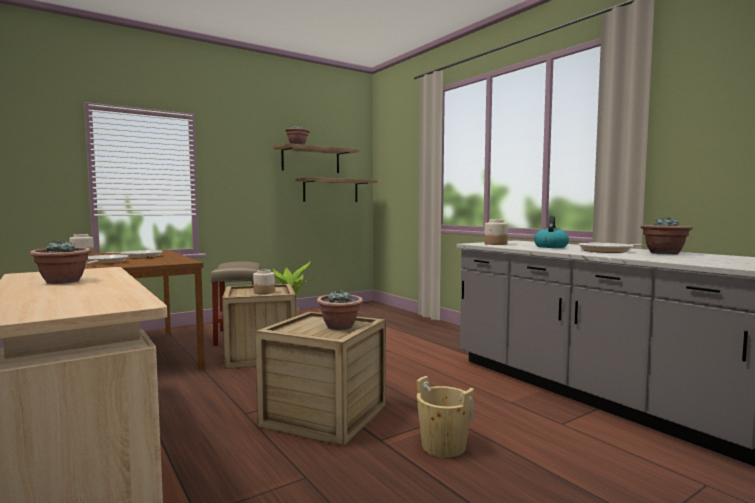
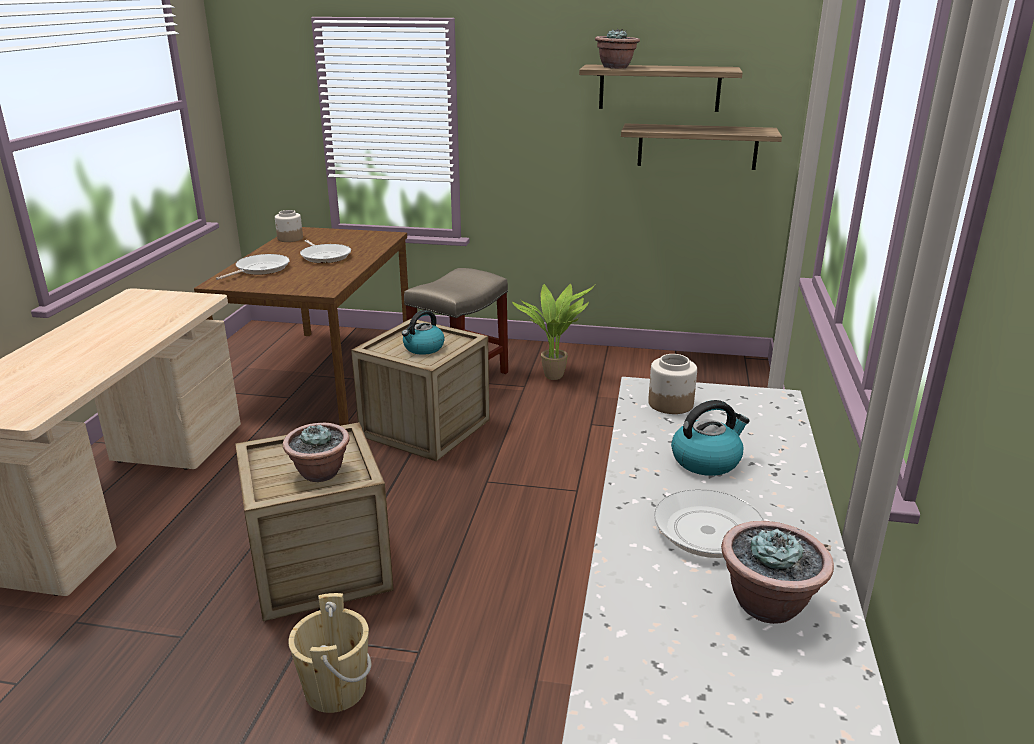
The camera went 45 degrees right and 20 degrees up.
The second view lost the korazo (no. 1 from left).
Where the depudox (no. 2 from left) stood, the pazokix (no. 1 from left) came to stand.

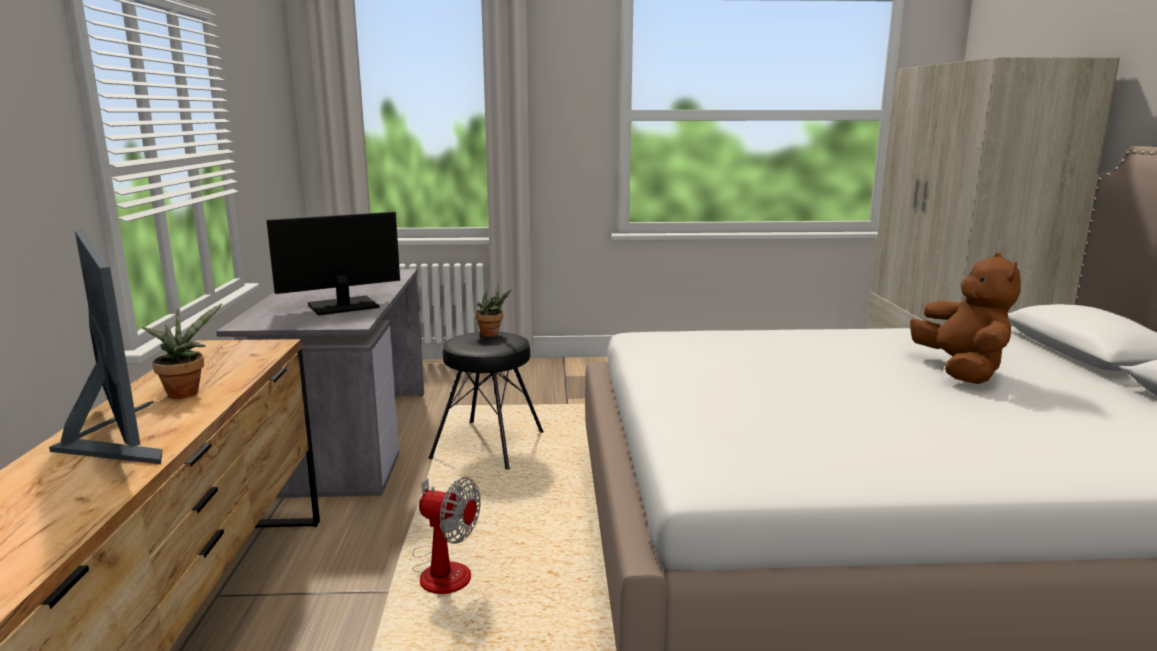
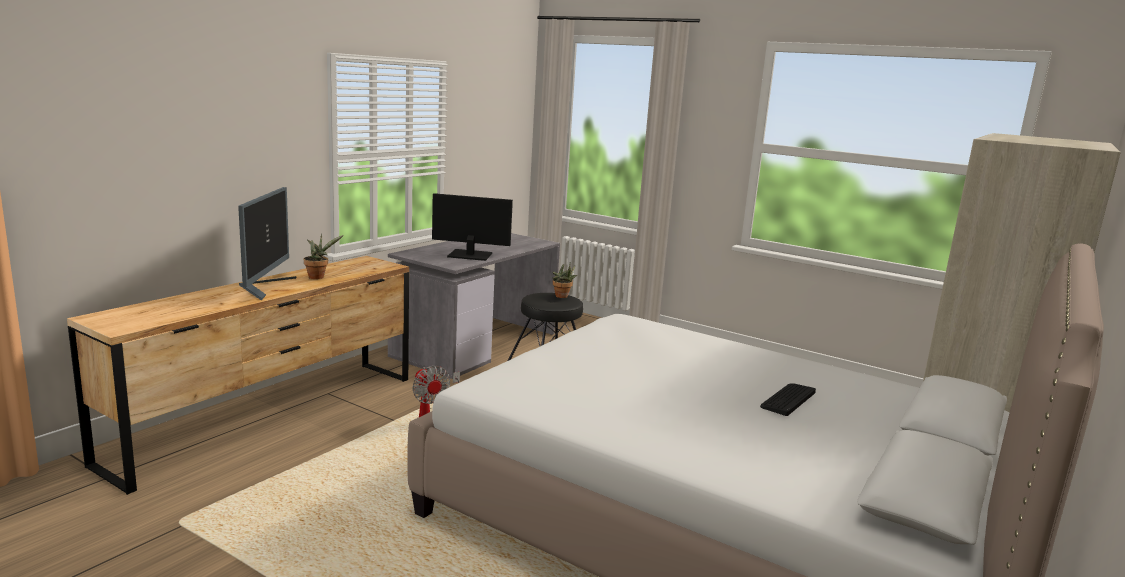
The camera went 35 degrees right and 0 degrees up.
Where the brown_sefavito stood, the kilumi came to stand.

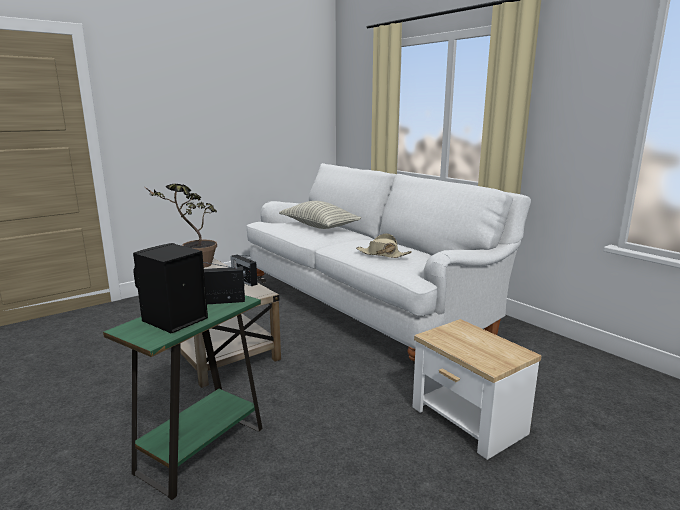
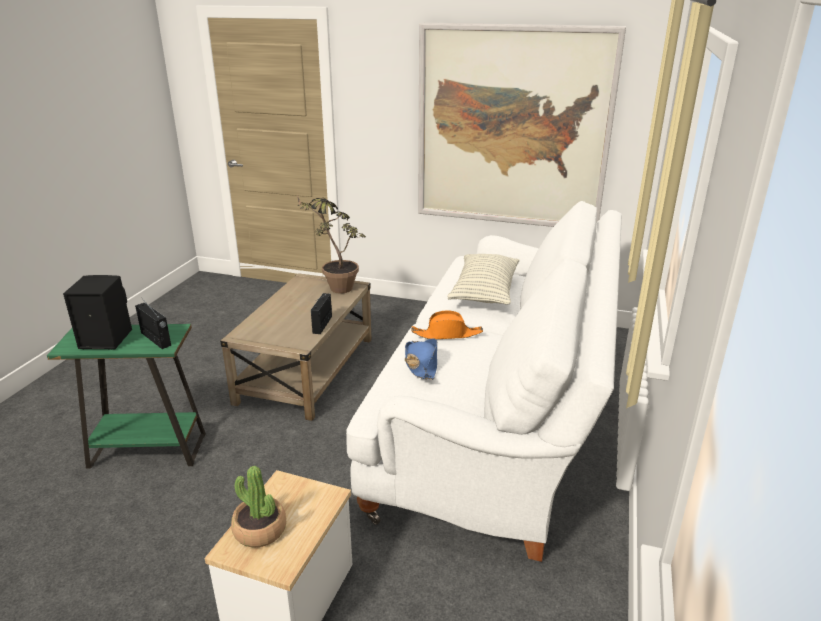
The camera went 55 degrees right and 10 degrees up.
The second view gained the korazo (no. 1 from left).
The second view gained the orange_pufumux.
The second view gained the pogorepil.
What was the beige_pufumux turned into the blue_pufumux.

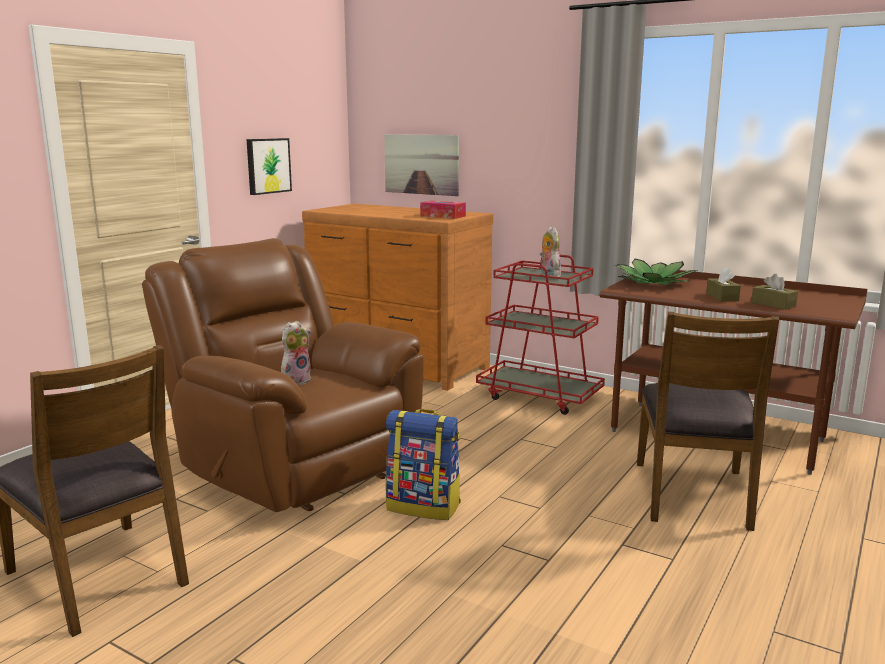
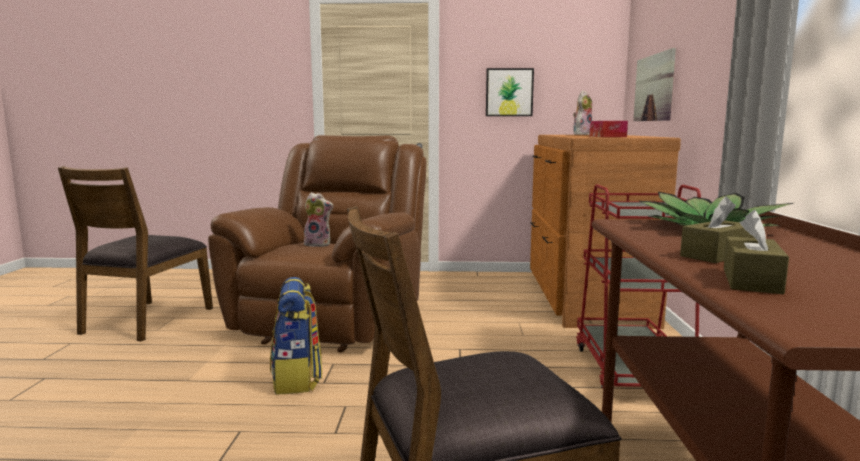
The camera went 60 degrees right and 5 degrees down.
The sefavito (no. 2 from left) ended up elsewhere.

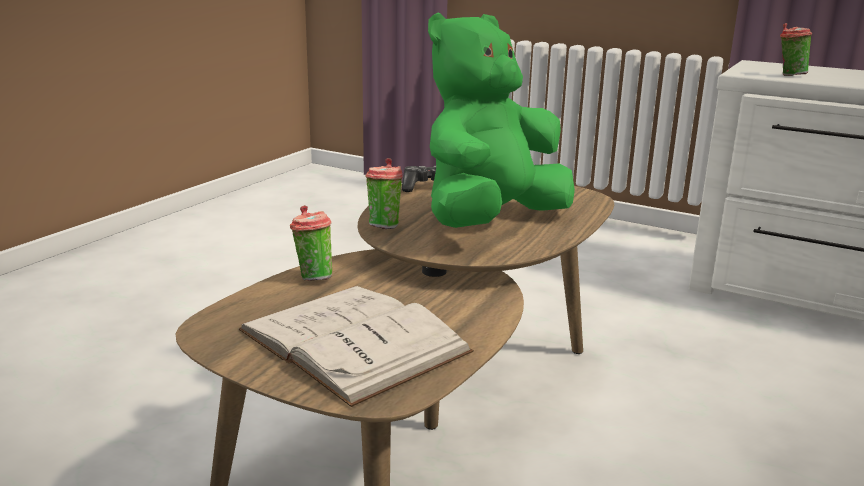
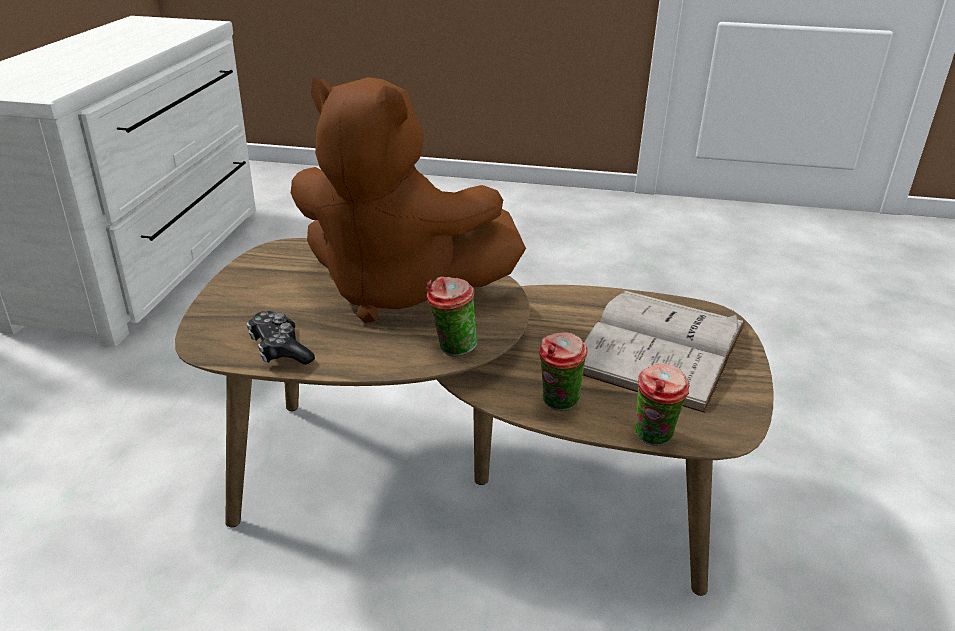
The camera went 110 degrees left and 10 degrees up.
The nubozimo (no. 3 from left) ended up elsewhere.
What was the green_sefavito turned into the brown_sefavito.

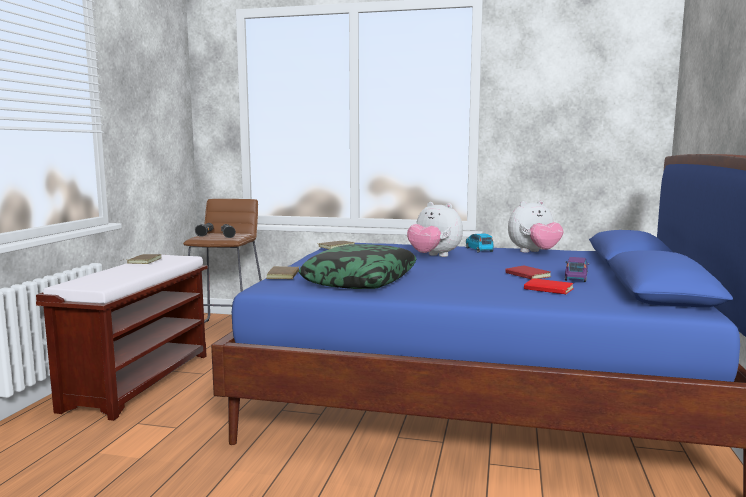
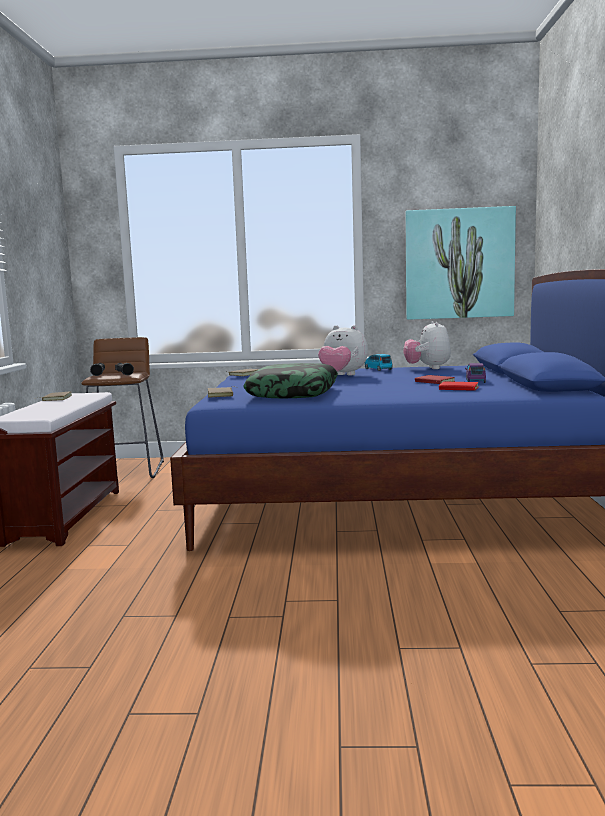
The camera went 10 degrees left and 0 degrees up.
The second view gained the pogorepil.
The sefavito (no. 2 from left) ended up facing another way, 120 degrees clockwise from before.

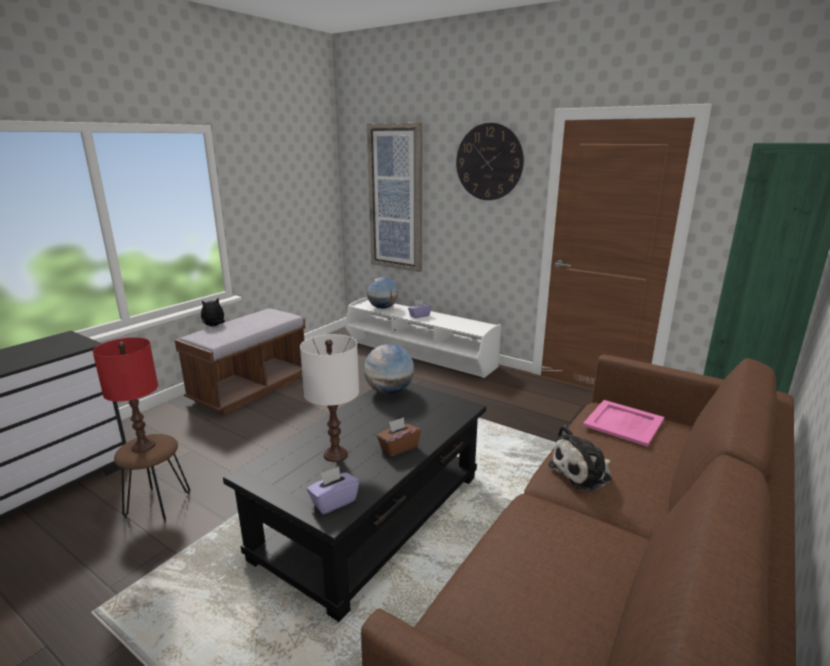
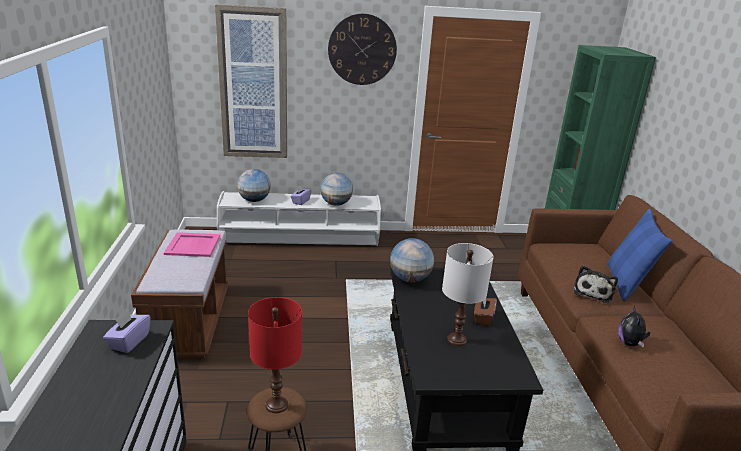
The camera went 40 degrees left and 5 degrees up.
The second view gained the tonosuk (no. 2 from left).
The second view gained the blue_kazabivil.
The sefavito (no. 1 from left in the first image) ended up elsewhere.
The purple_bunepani (no. 1 from left) ended up elsewhere.
The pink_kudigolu ended up elsewhere.

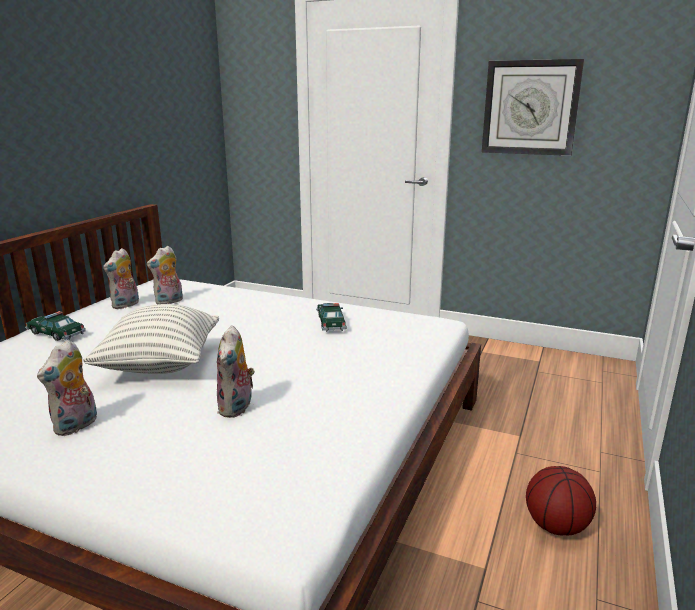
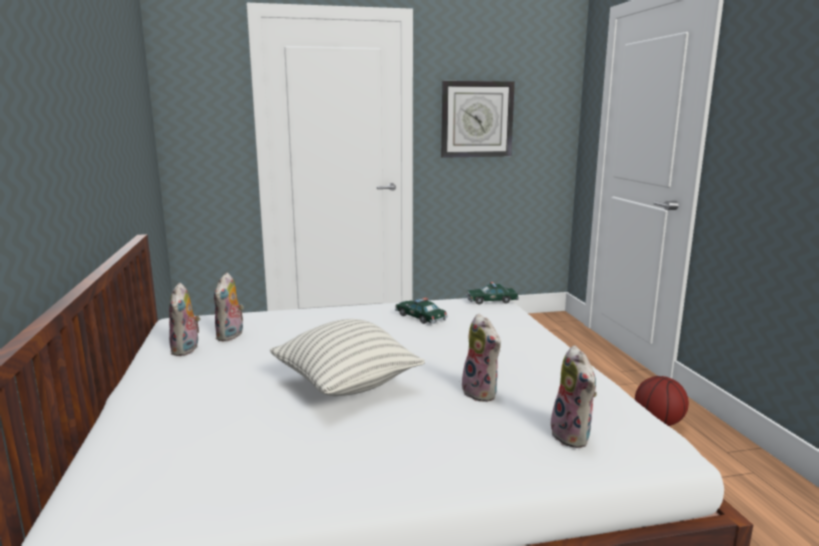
The camera went 35 degrees left and 5 degrees down.
The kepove (no. 1 from left in the first image) ended up elsewhere.
The sefavito (no. 1 from left in the first image) ended up elsewhere.

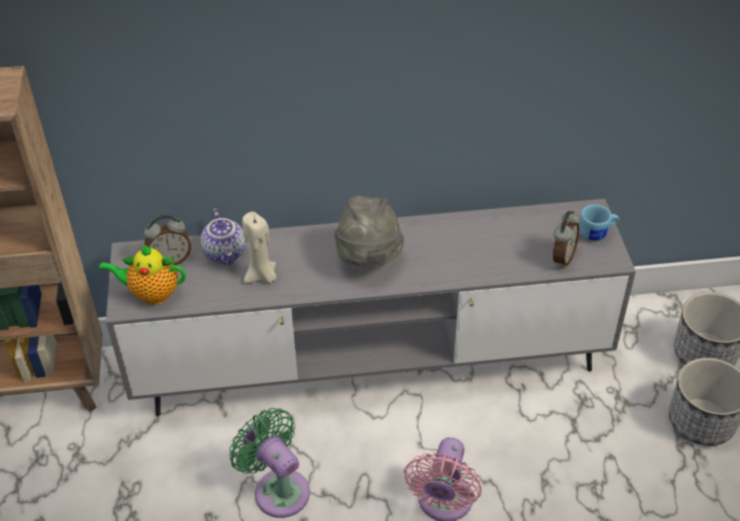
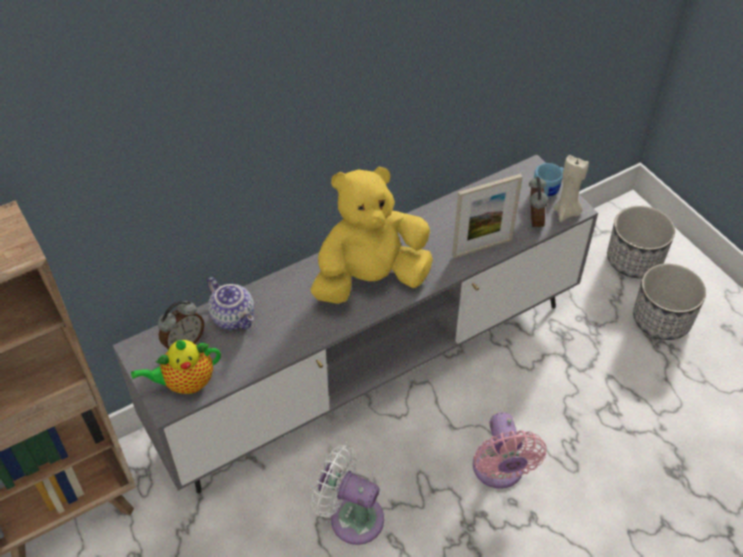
The camera went 25 degrees left and 5 degrees up.
The second view gained the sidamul.
The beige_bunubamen ended up elsewhere.
Where the grey_pufumux stood, the yellow_sefavito came to stand.
What was the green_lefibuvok turned into the white_lefibuvok.

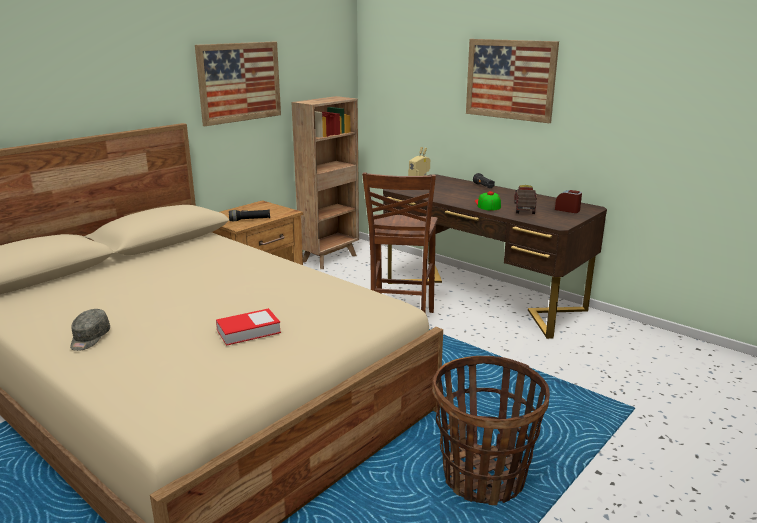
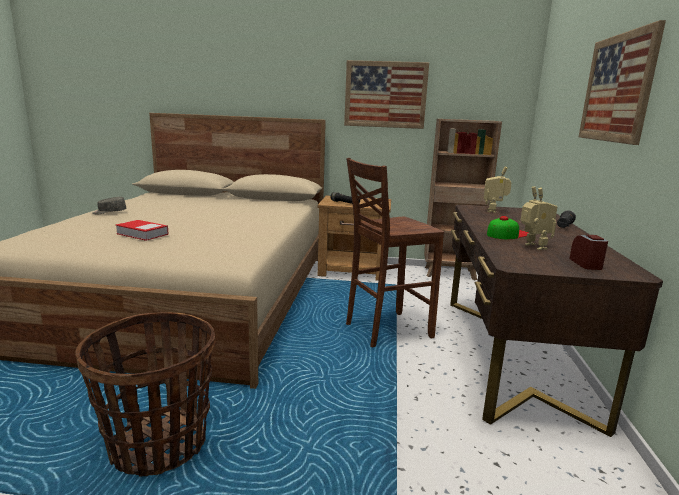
The camera went 55 degrees right and 5 degrees down.
Where the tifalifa stood, the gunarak (no. 2 from left) came to stand.

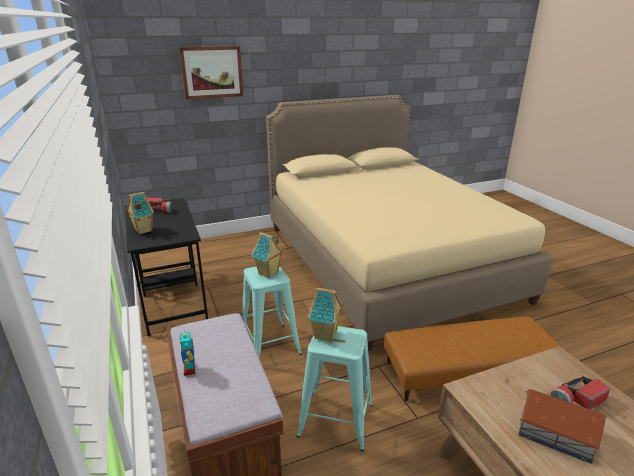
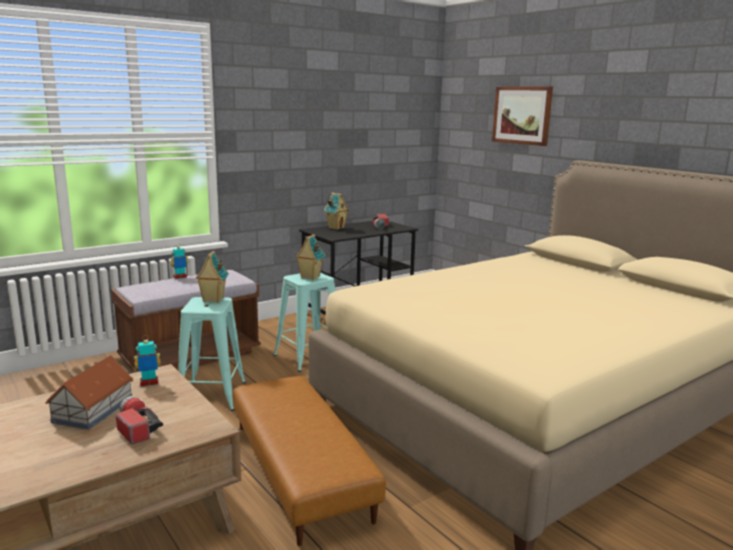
The camera went 75 degrees right and 10 degrees down.
The second view gained the gunarak (no. 1 from left).

